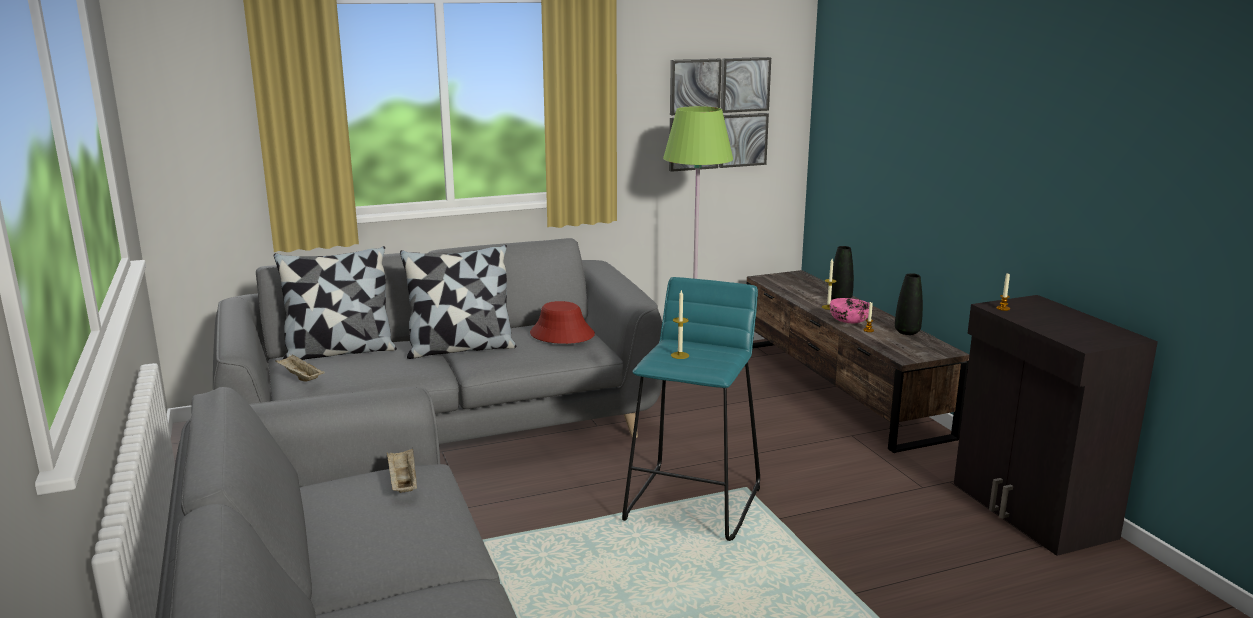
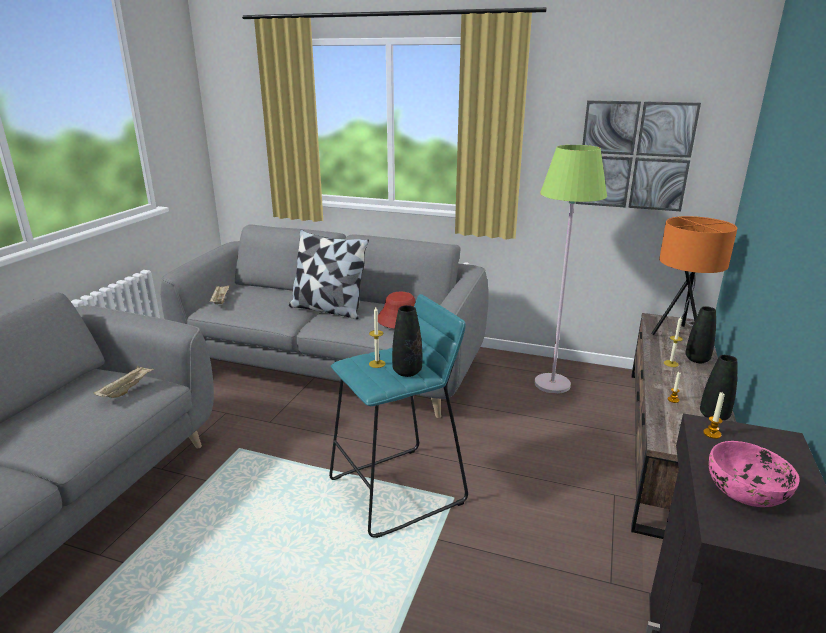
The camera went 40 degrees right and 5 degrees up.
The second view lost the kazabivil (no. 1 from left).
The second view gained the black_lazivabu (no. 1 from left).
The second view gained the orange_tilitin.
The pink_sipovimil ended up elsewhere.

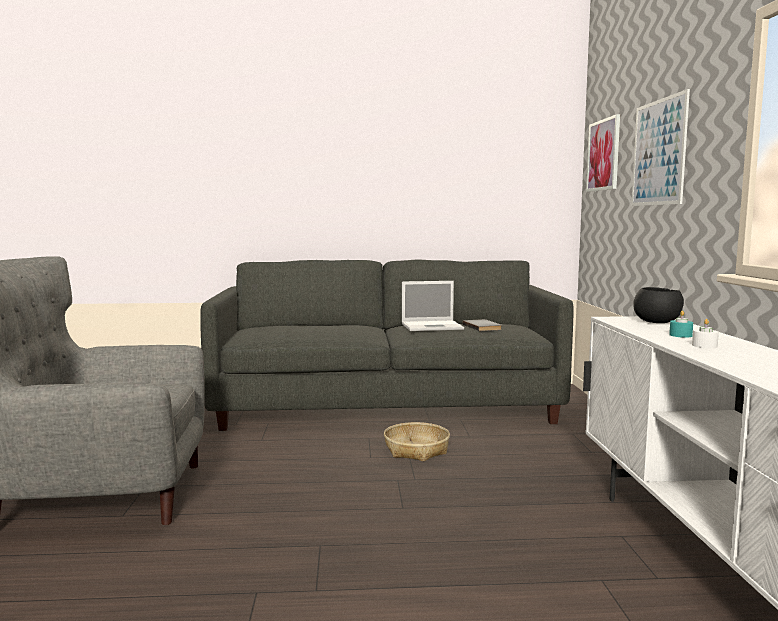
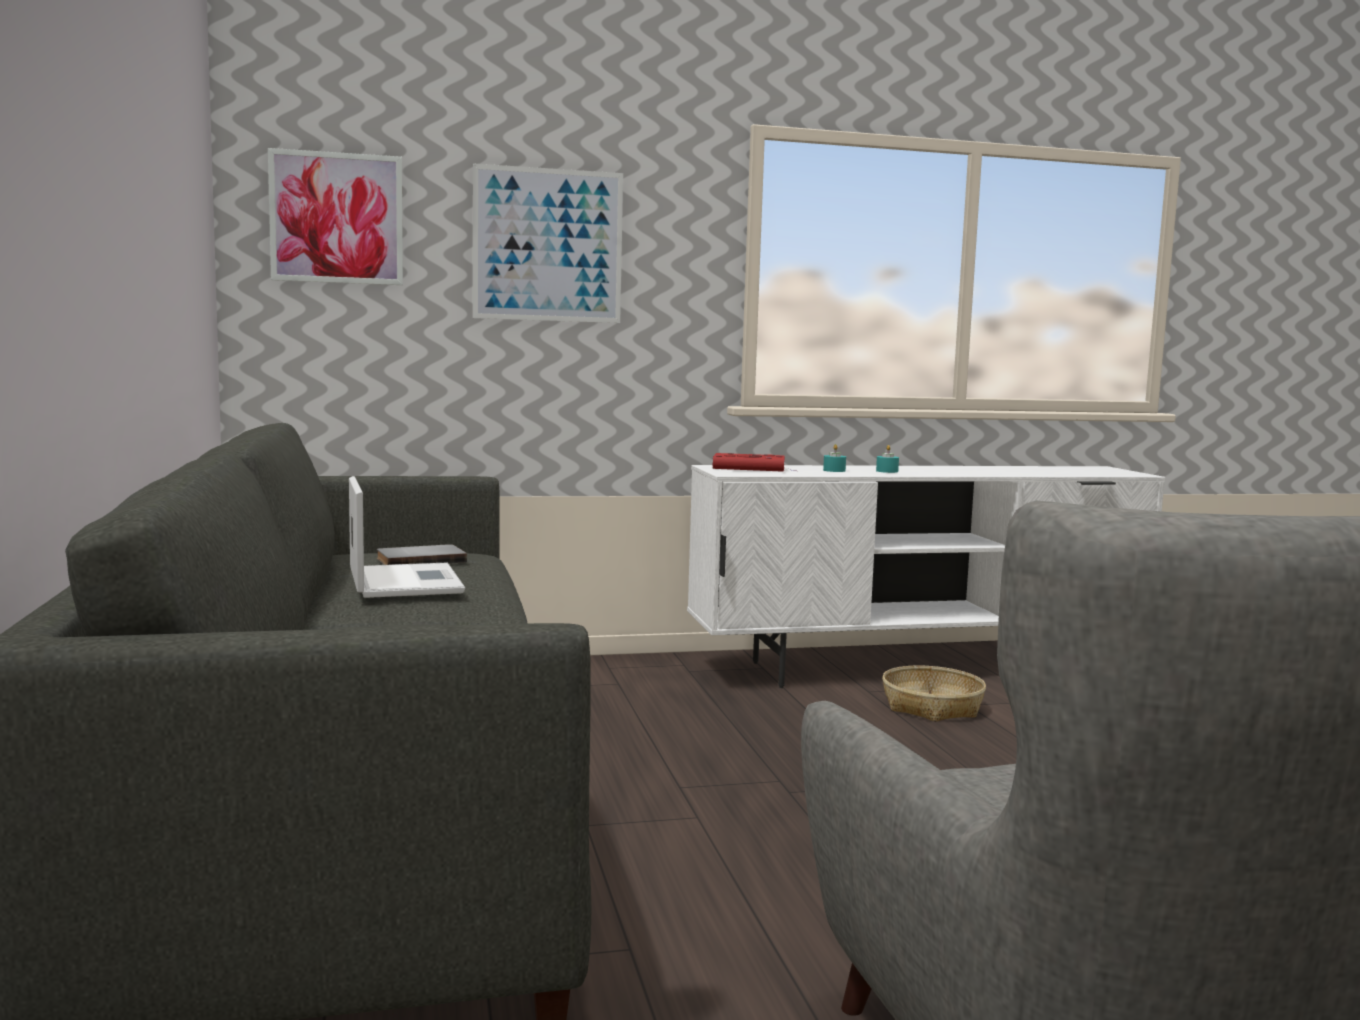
The camera went 100 degrees left and 0 degrees up.
The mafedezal ended up elsewhere.
Where the black_sipovimil stood, the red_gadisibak came to stand.
What was the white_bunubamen turned into the turquoise_bunubamen (no. 2 from left).

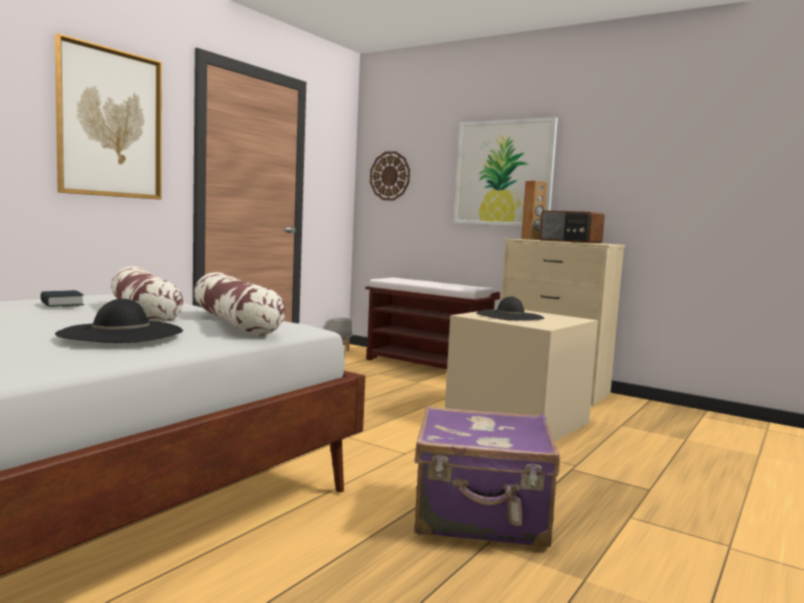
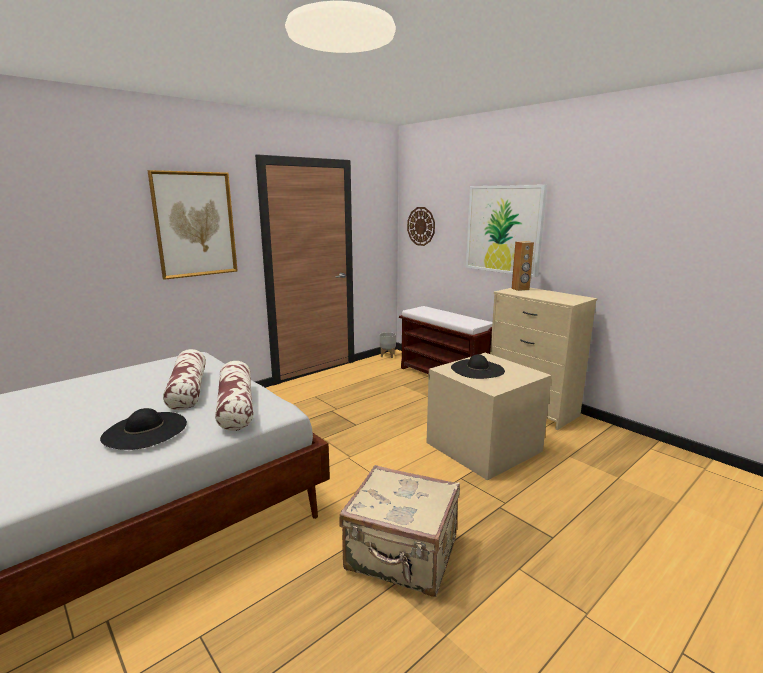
The camera went 15 degrees right and 10 degrees up.
The second view lost the gadisibak.
The second view lost the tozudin.
What was the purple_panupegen turned into the beige_panupegen.

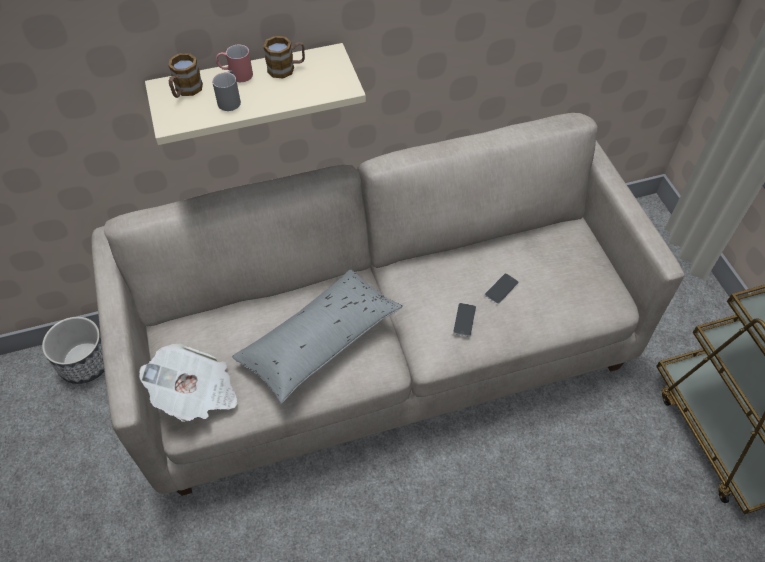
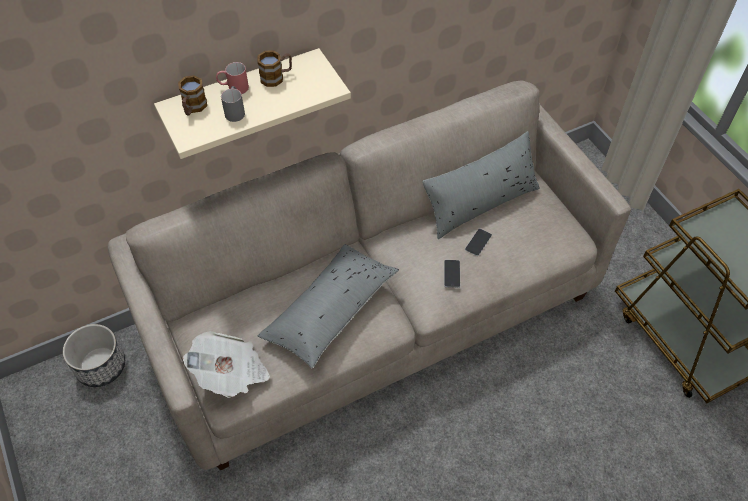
The camera went 10 degrees left and 0 degrees up.
The second view gained the grey_kazabivil (no. 2 from left).

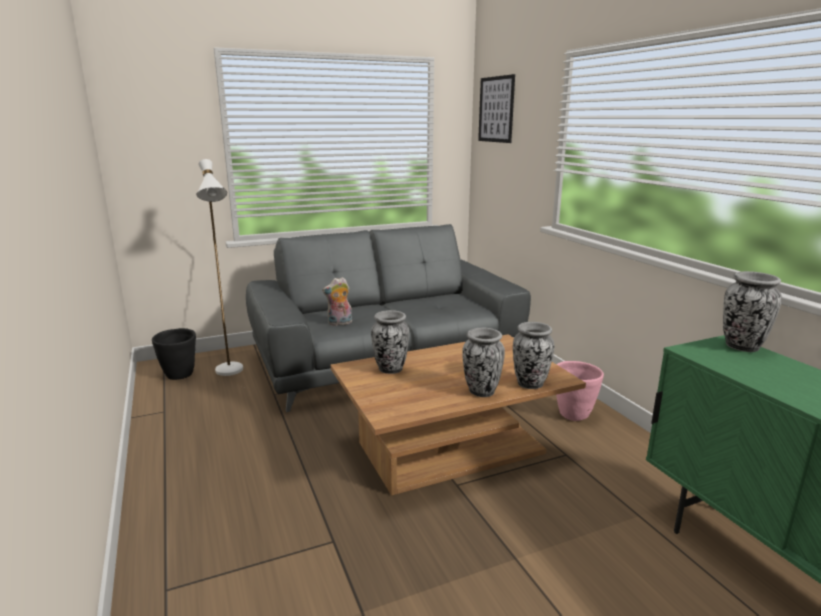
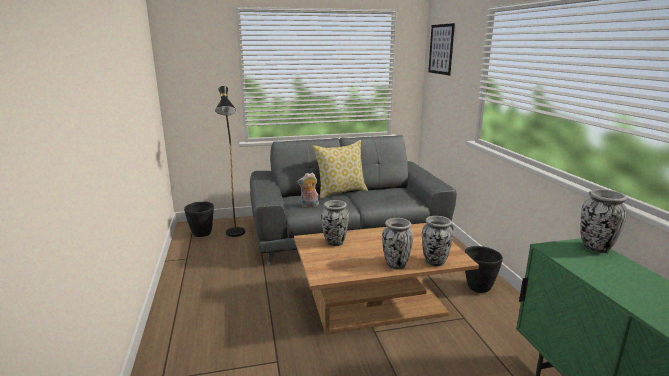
The camera went 10 degrees right and 0 degrees up.
The second view gained the kazabivil.
What was the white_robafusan turned into the black_robafusan.
What was the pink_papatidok turned into the black_papatidok (no. 2 from left).

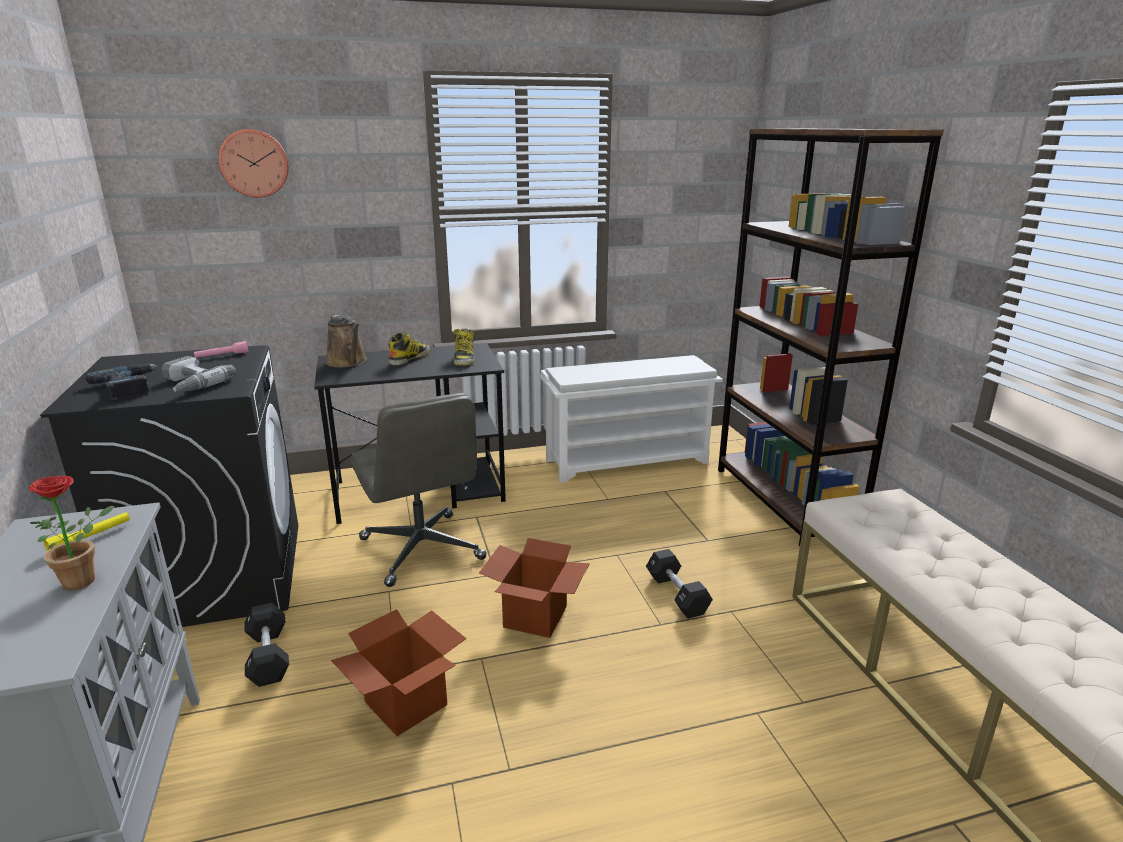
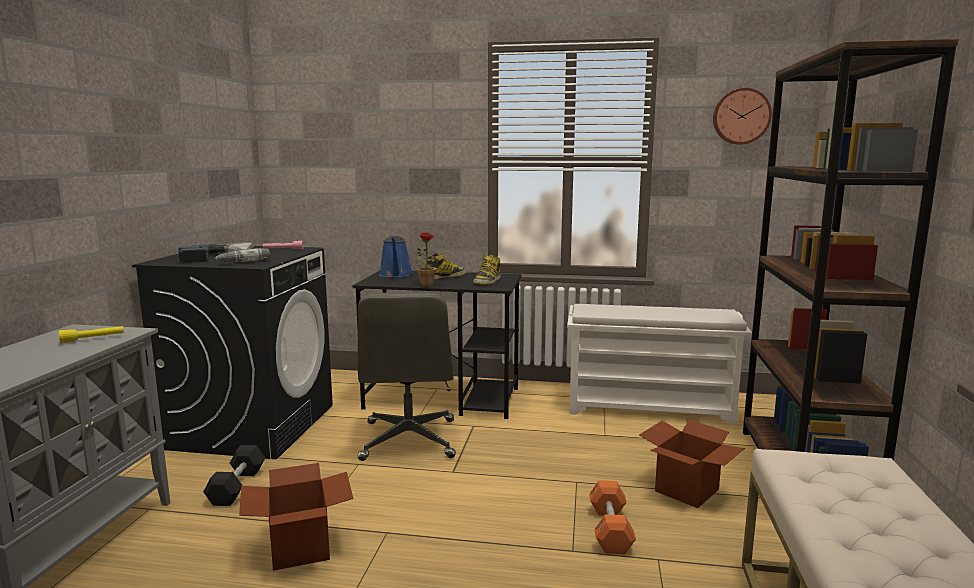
The camera went 25 degrees right and 10 degrees down.
The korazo ended up elsewhere.
The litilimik ended up elsewhere.
The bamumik (no. 2 from left) ended up elsewhere.
What was the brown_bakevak turned into the blue_bakevak.
What was the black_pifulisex (no. 2 from left) turned into the orange_pifulisex.

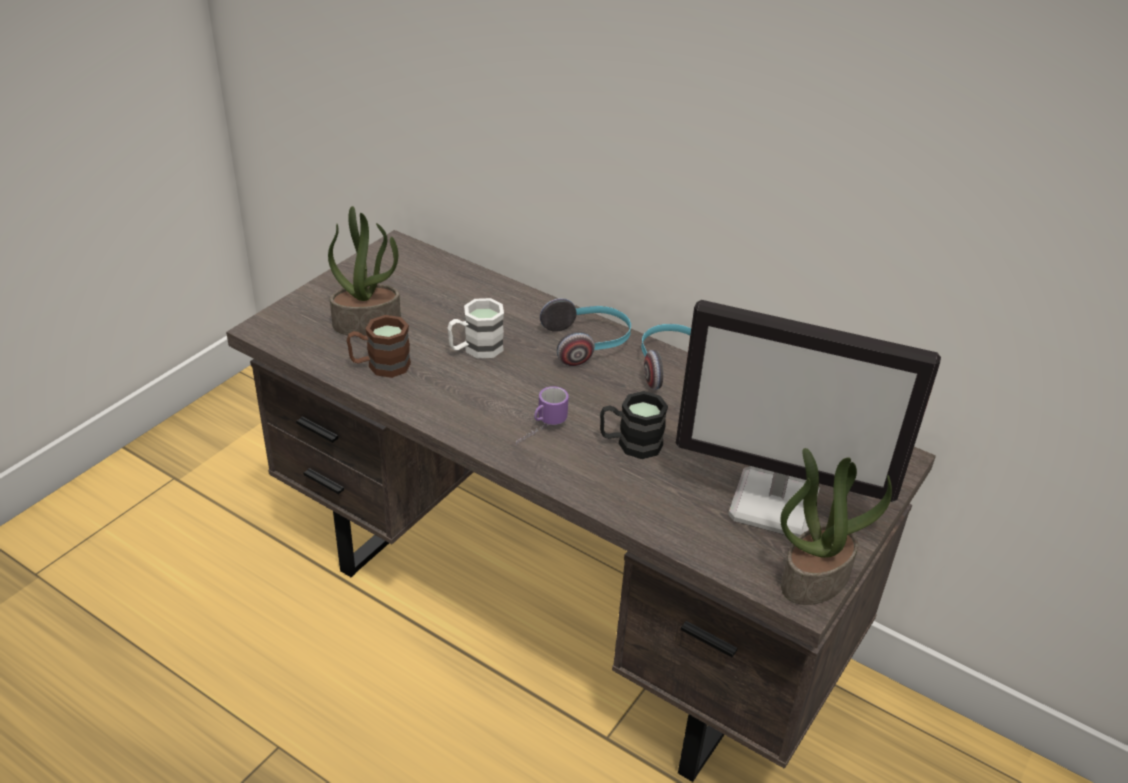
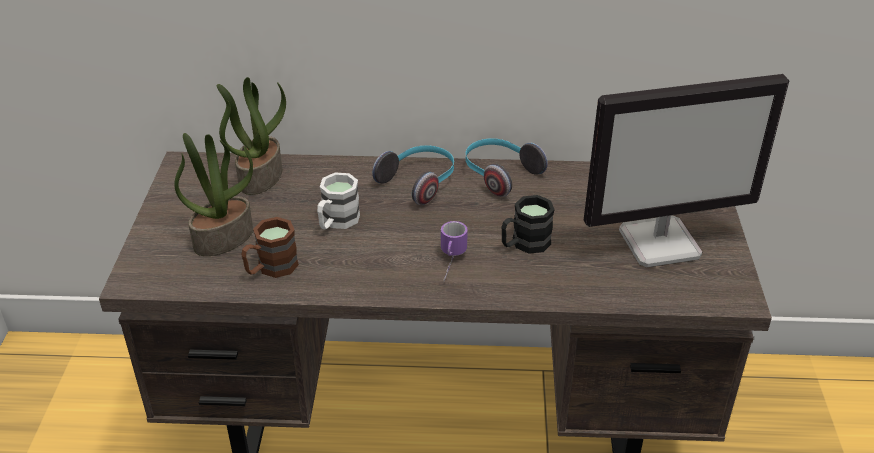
The camera went 30 degrees left and 0 degrees up.
The korazo (no. 2 from left) ended up elsewhere.

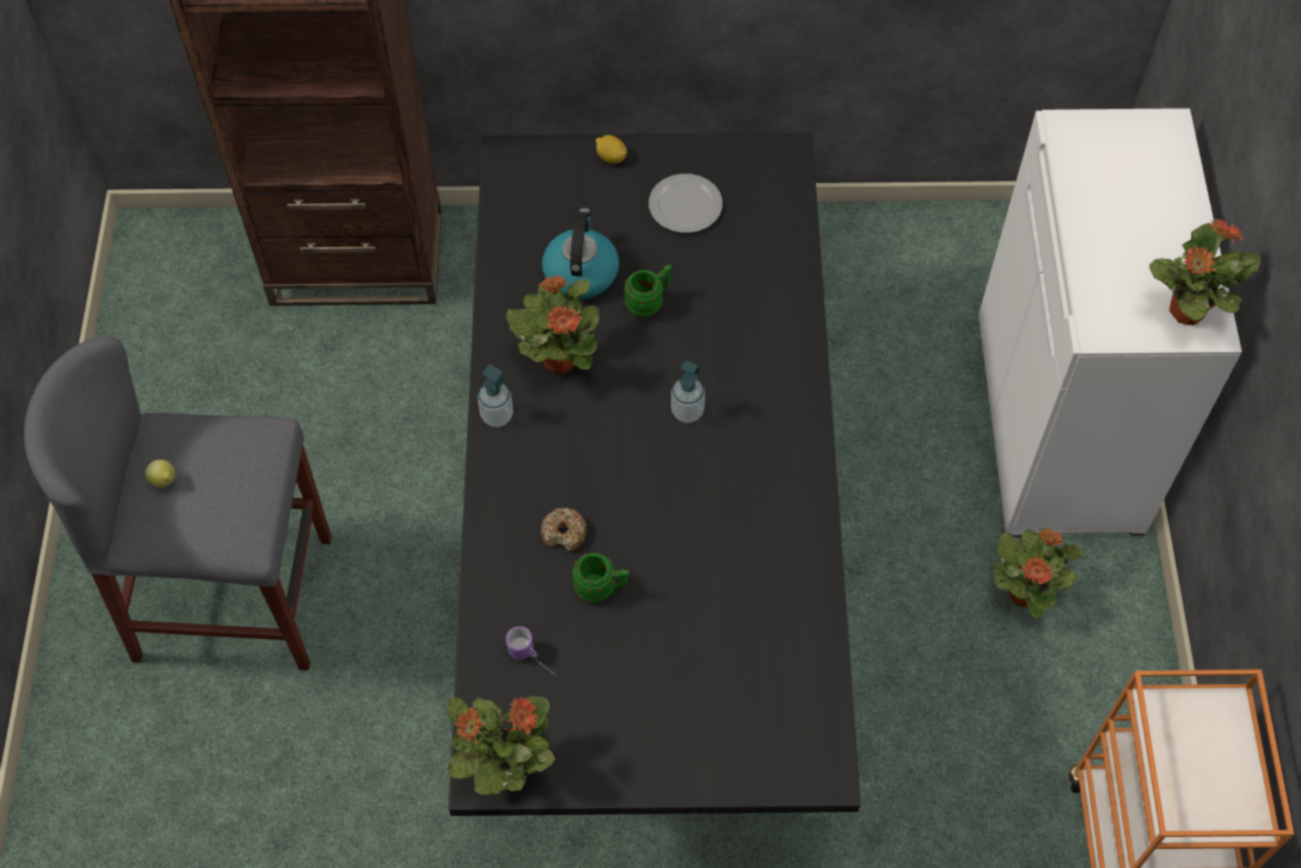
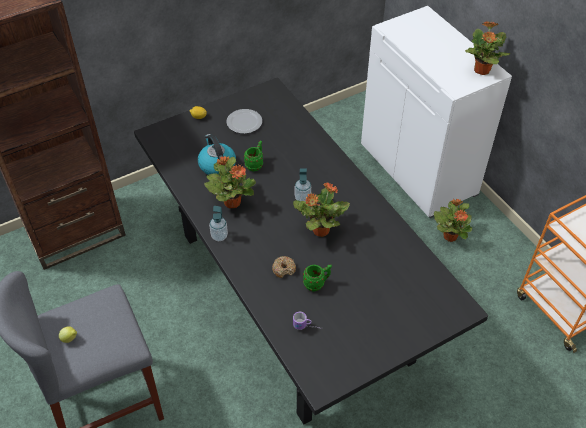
The camera went 30 degrees left and 10 degrees down.
The korazo (no. 1 from left in the first image) ended up elsewhere.

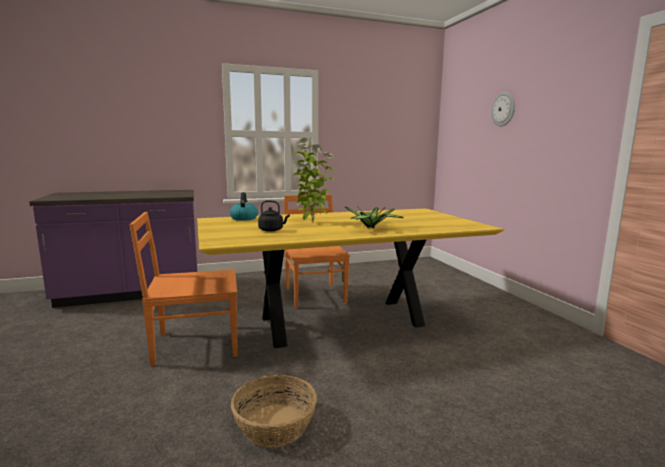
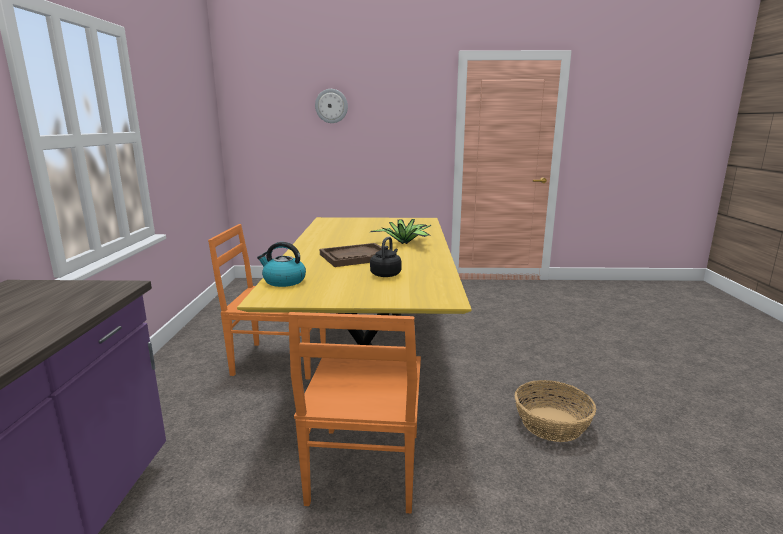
The camera went 70 degrees left and 5 degrees up.
Where the korazo (no. 1 from left) stood, the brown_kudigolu came to stand.

